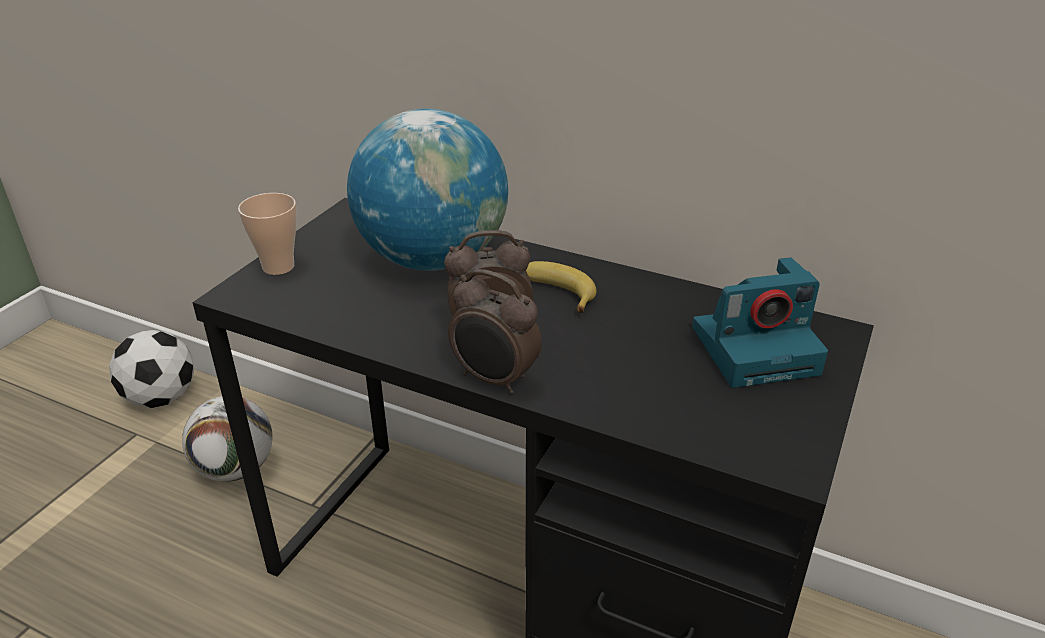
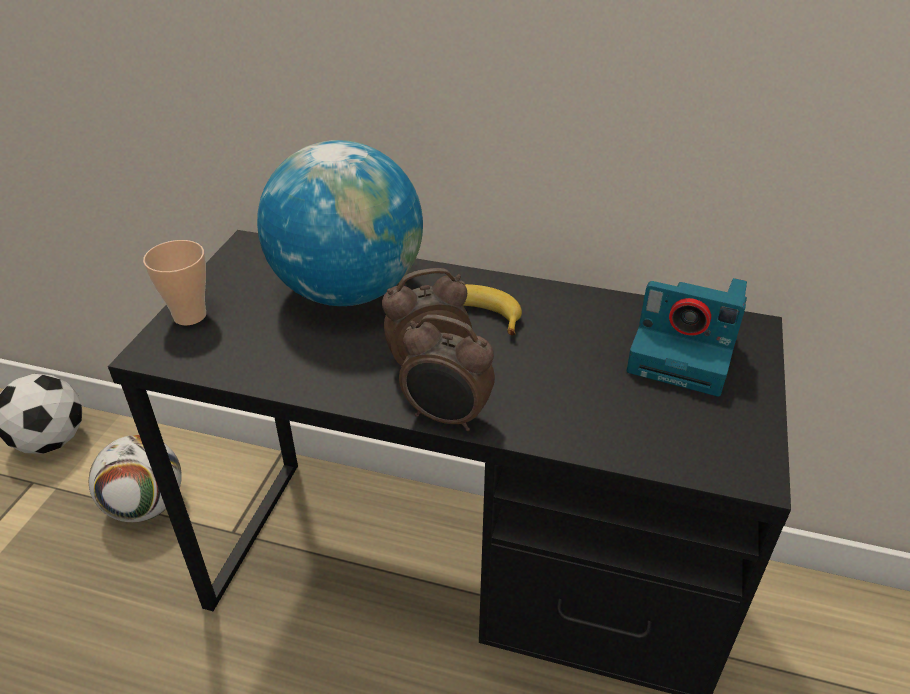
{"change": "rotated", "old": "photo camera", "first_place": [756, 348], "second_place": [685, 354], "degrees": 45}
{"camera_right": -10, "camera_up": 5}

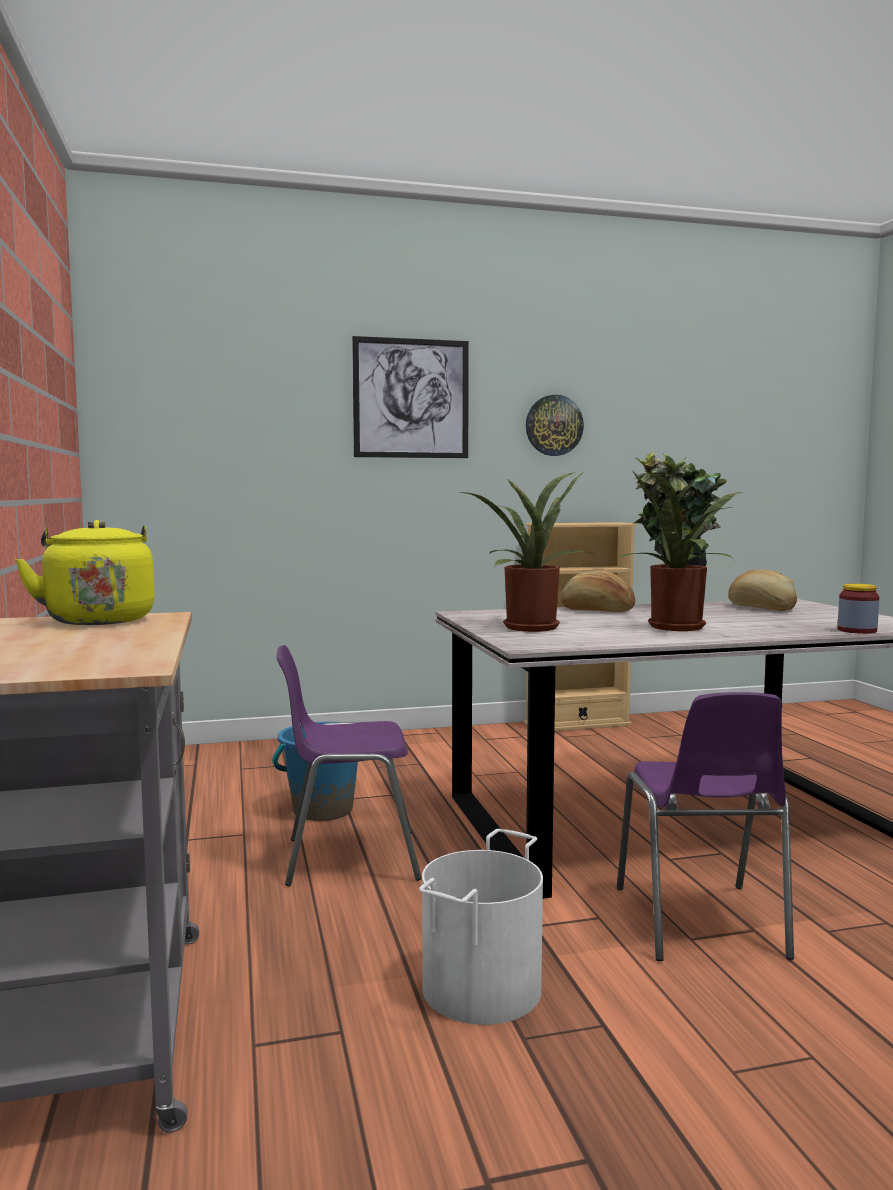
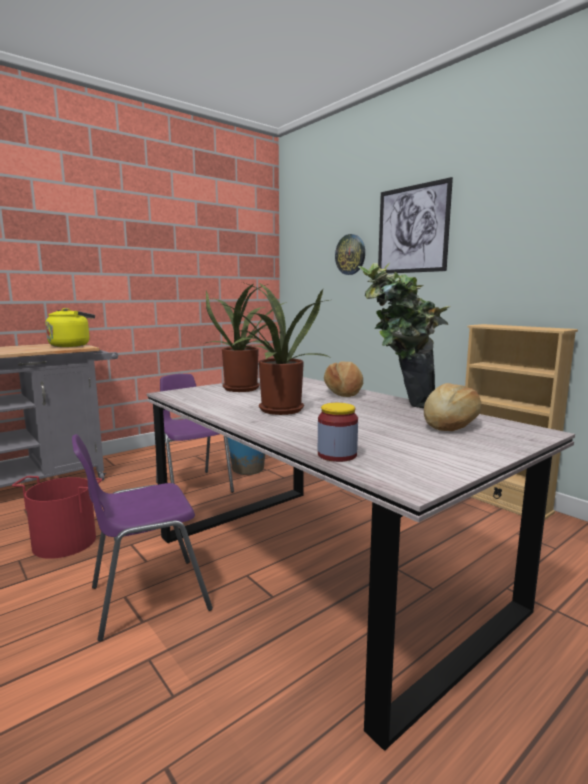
{"change": "repainted", "old": "white bucket", "new": "red bucket", "first_place": [479, 987], "second_place": [65, 542]}
{"change": "shifted", "old": "wall clock", "first_place": [554, 425], "second_place": [350, 254]}
{"camera_right": 65, "camera_up": 5}

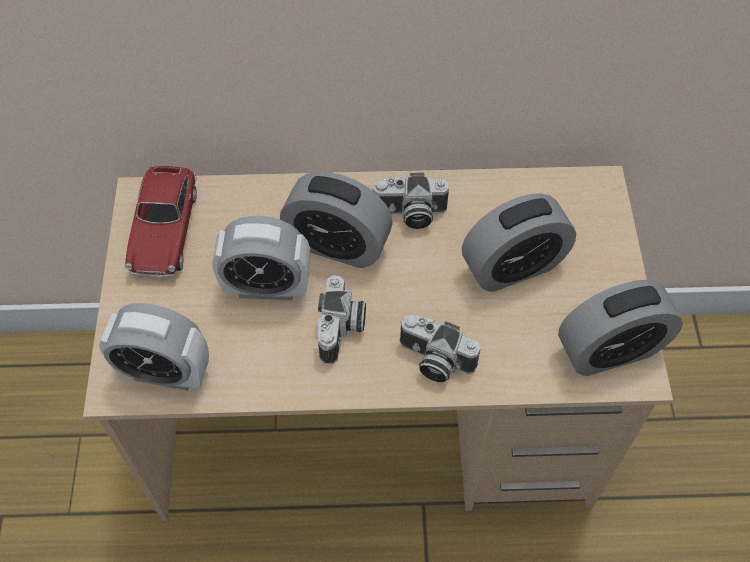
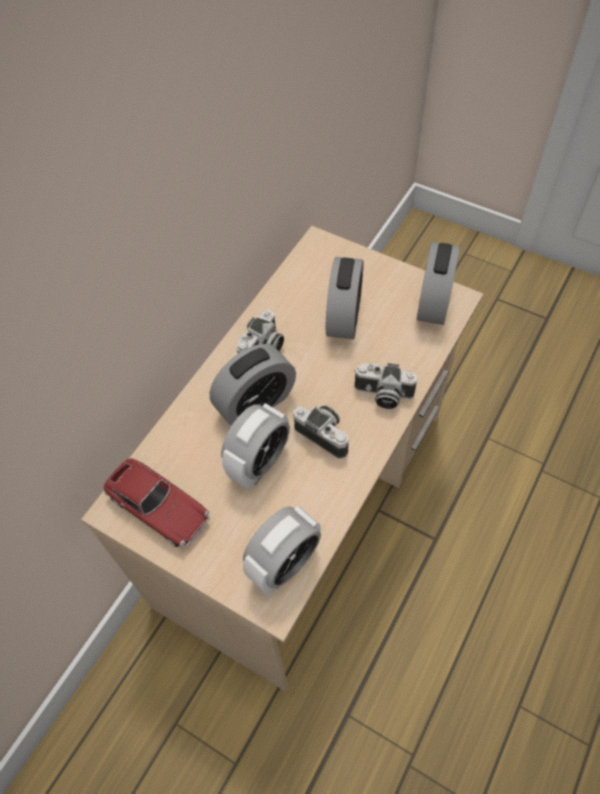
{"change": "rotated", "old": "photo camera", "first_place": [433, 360], "second_place": [382, 395], "degrees": 45}
{"camera_right": -55, "camera_up": 0}

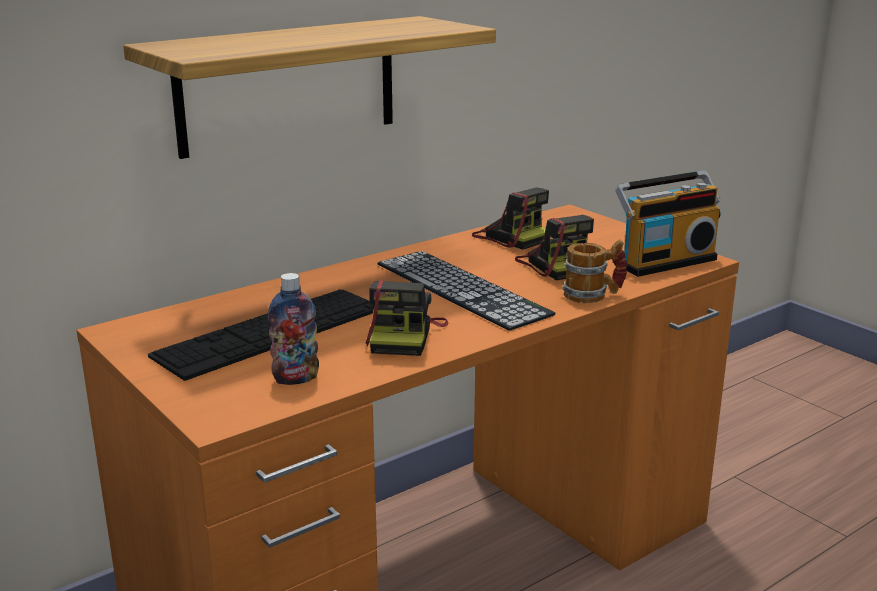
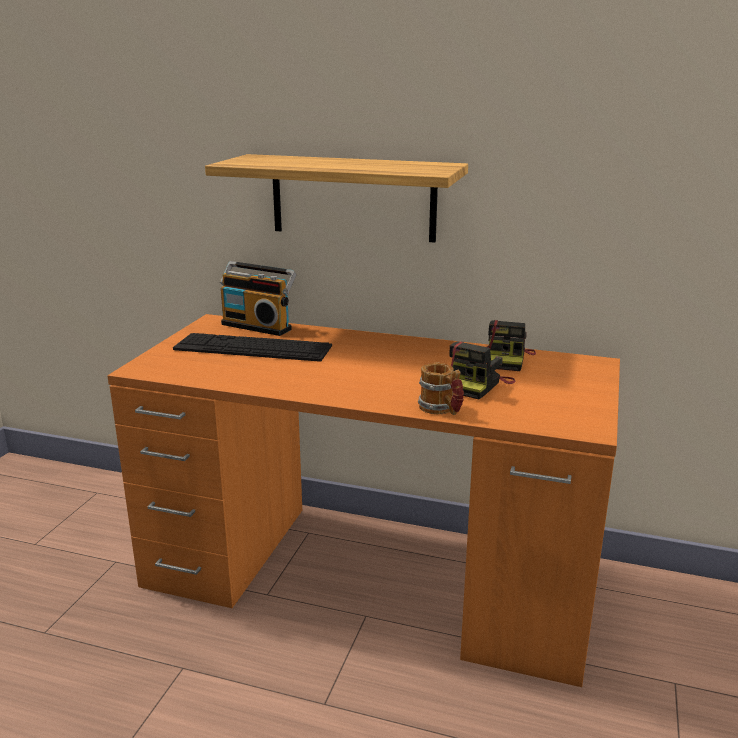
{"change": "gone", "old": "bottle", "first_place": [296, 378]}
{"change": "gone", "old": "photo camera", "first_place": [404, 336]}
{"change": "gone", "old": "keyboard", "first_place": [461, 288]}
{"change": "shifted", "old": "radio", "first_place": [665, 262], "second_place": [258, 326]}
{"camera_right": 55, "camera_up": 0}

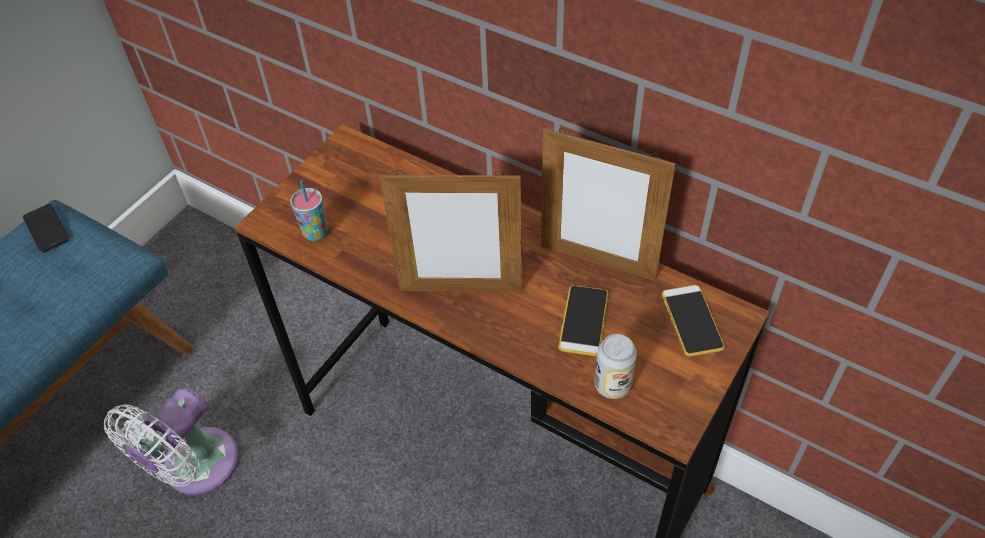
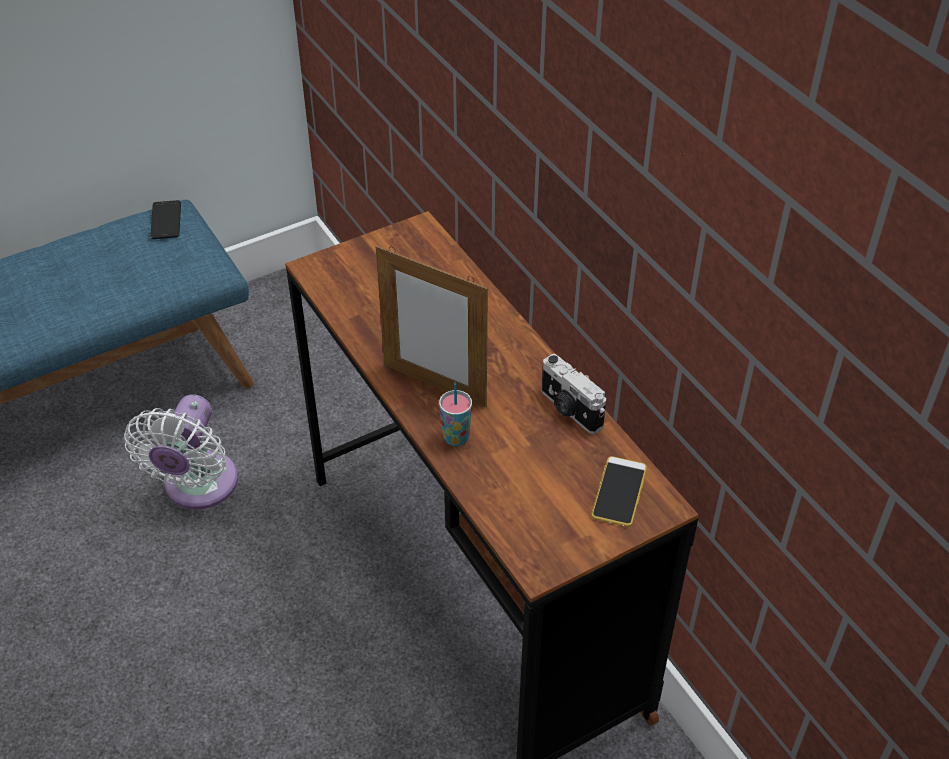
{"change": "rotated", "old": "white fan", "first_place": [195, 468], "second_place": [198, 487], "degrees": -45}
{"change": "shifted", "old": "cup", "first_place": [315, 233], "second_place": [456, 438]}
{"change": "swapped", "old": "picture frame", "new": "photo camera", "first_place": [597, 262], "second_place": [569, 410]}
{"change": "gone", "old": "phone", "first_place": [584, 321]}
{"change": "gone", "old": "can", "first_place": [612, 385]}
{"camera_right": 25, "camera_up": -5}

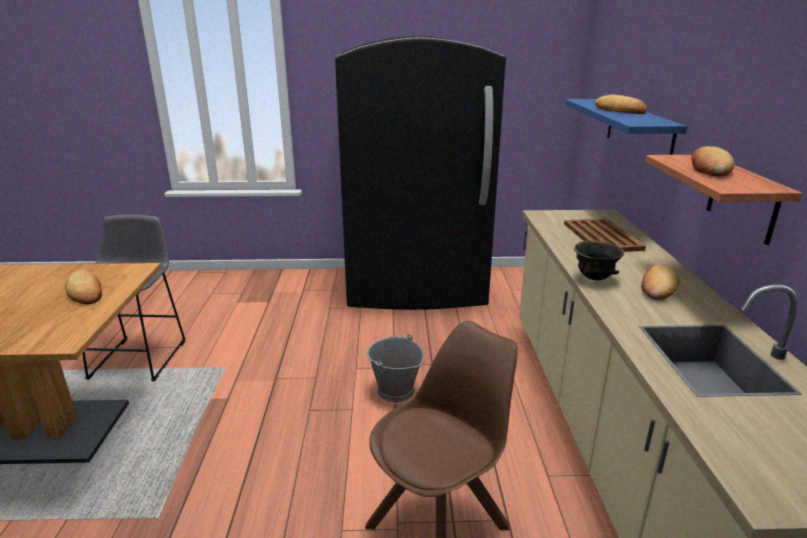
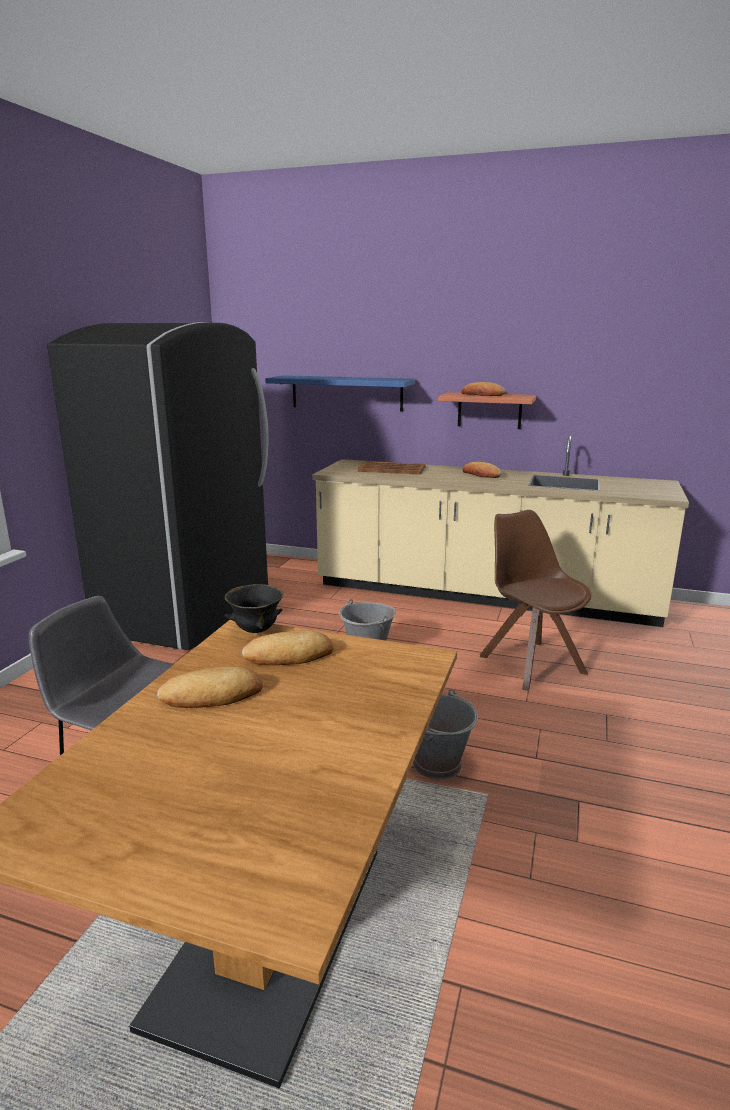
{"change": "shifted", "old": "black bowl", "first_place": [594, 278], "second_place": [255, 631]}
{"change": "shifted", "old": "bread", "first_place": [619, 110], "second_place": [212, 695]}
{"change": "new", "new": "grey bucket", "second_place": [437, 764]}
{"camera_right": -70, "camera_up": -5}

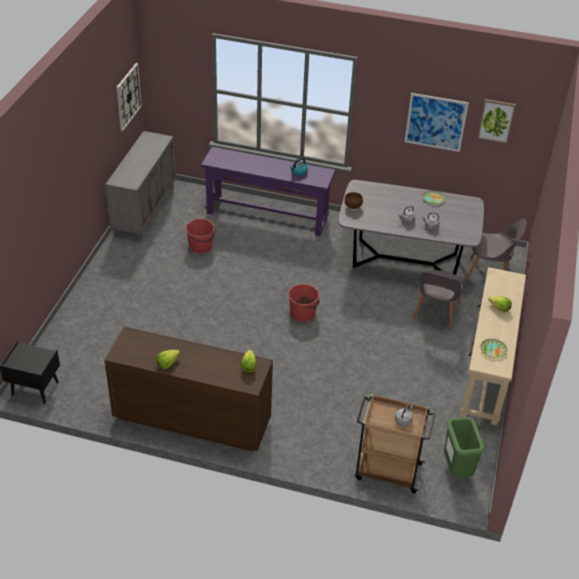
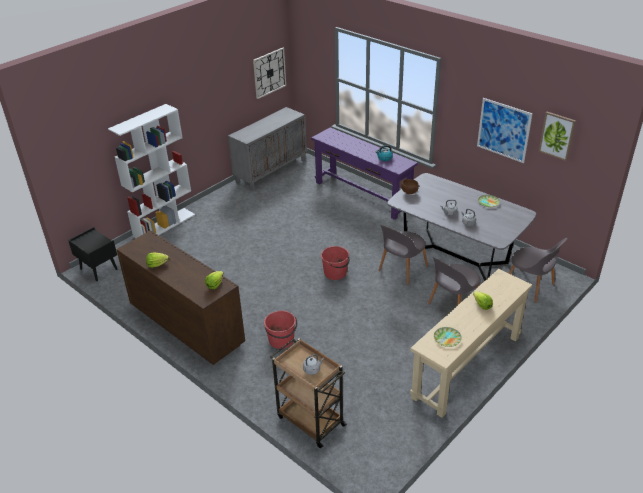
{"change": "shifted", "old": "red bucket", "first_place": [201, 246], "second_place": [281, 340]}
{"change": "gone", "old": "green trash can", "first_place": [456, 469]}
{"change": "new", "new": "white bookcase", "second_place": [164, 225]}
{"change": "new", "new": "grey chair", "second_place": [401, 269]}
{"camera_right": 30, "camera_up": -5}

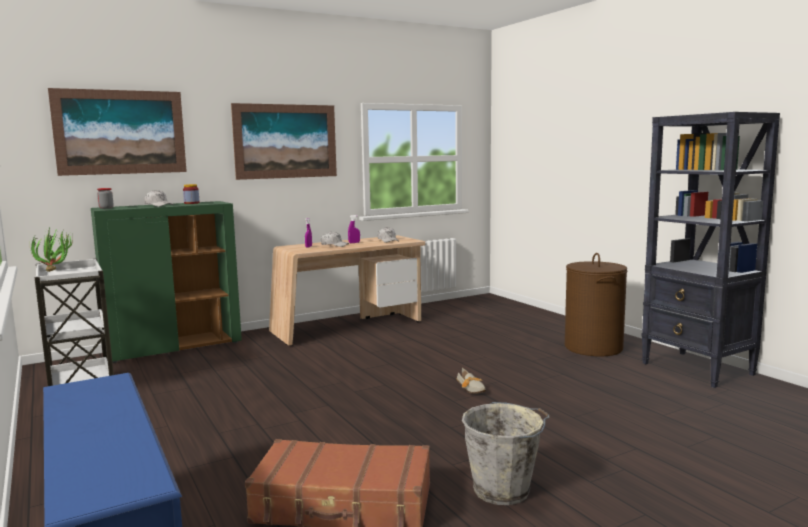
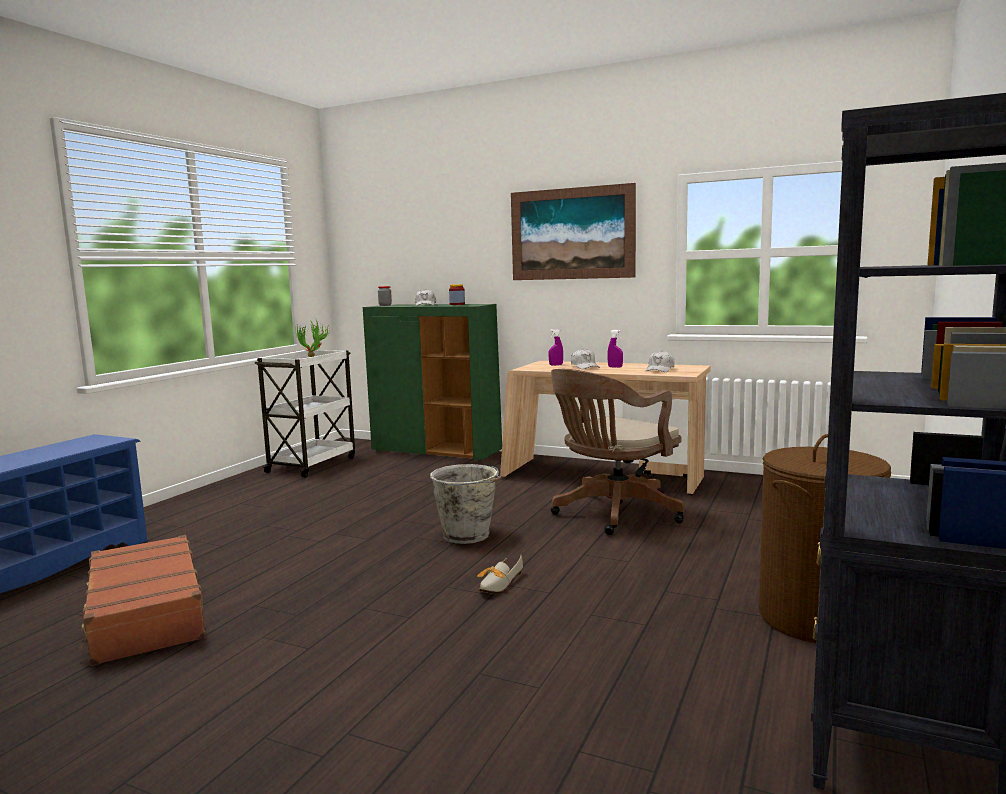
{"change": "gone", "old": "picture", "first_place": [120, 132]}
{"change": "shifted", "old": "grey bucket", "first_place": [504, 490], "second_place": [468, 535]}
{"change": "new", "new": "brown office chair", "second_place": [613, 514]}
{"camera_right": 55, "camera_up": 0}

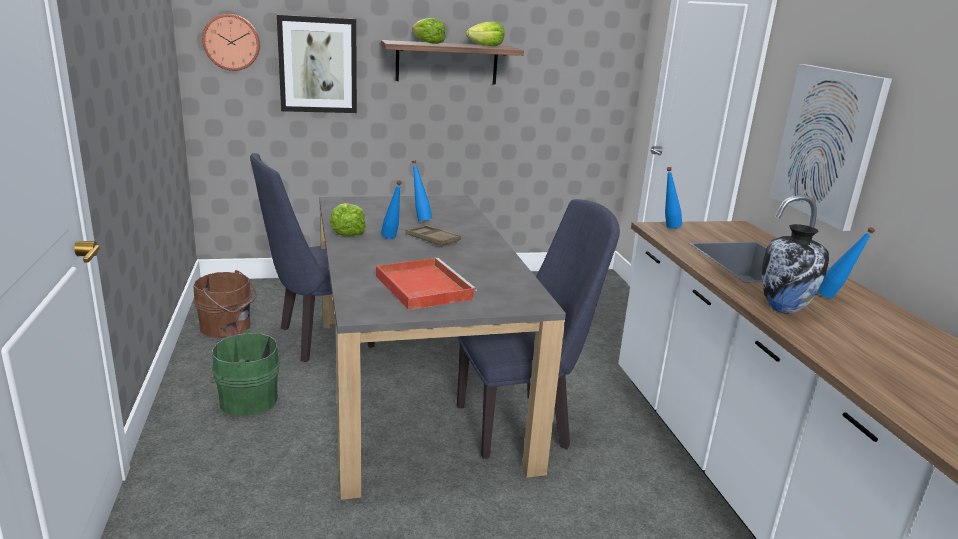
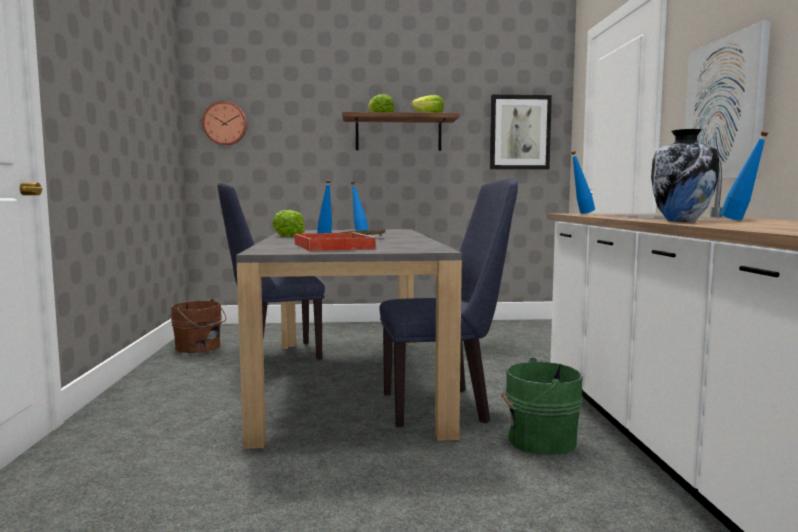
{"change": "shifted", "old": "green bucket", "first_place": [245, 400], "second_place": [538, 440]}
{"change": "shifted", "old": "picture", "first_place": [318, 65], "second_place": [519, 132]}
{"camera_right": 10, "camera_up": -15}

